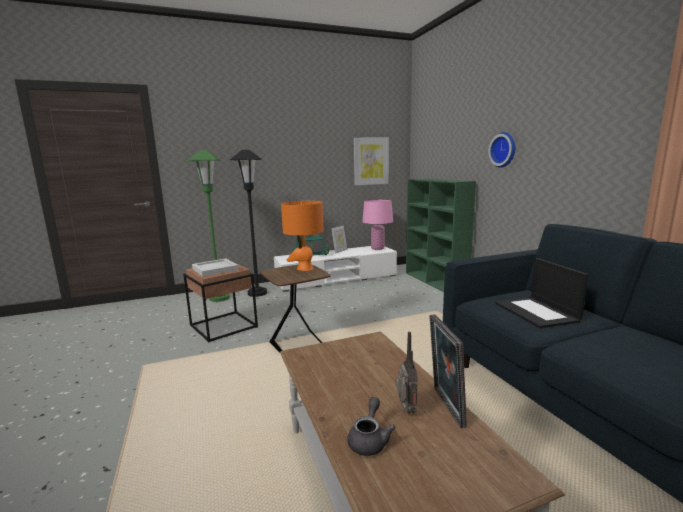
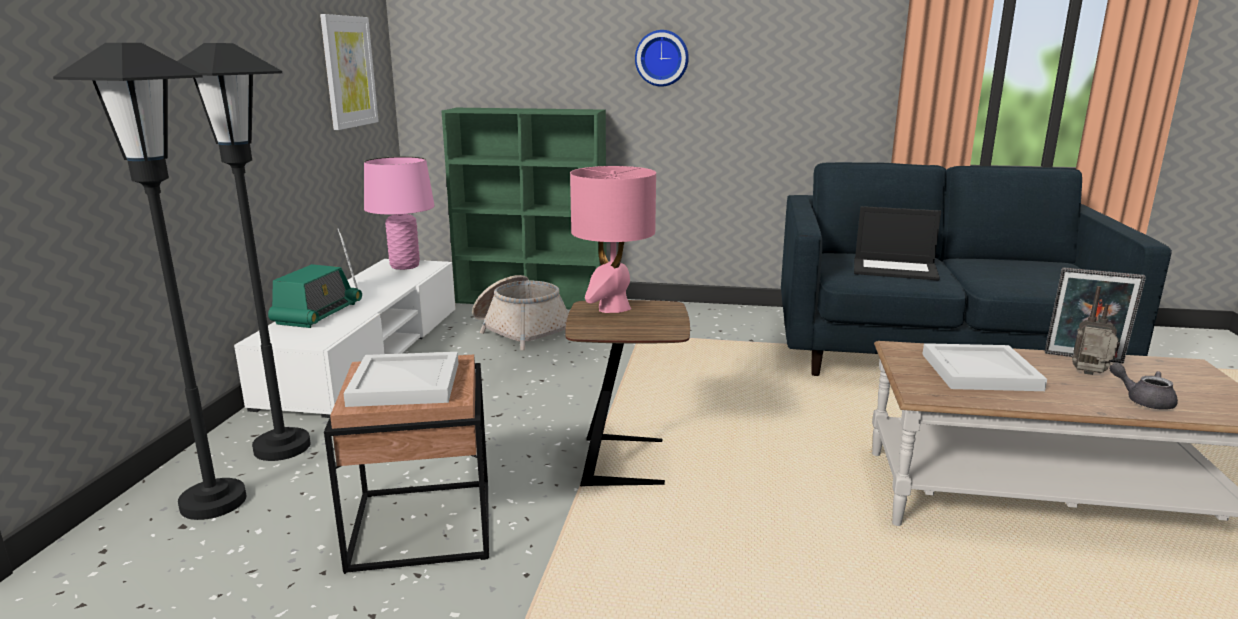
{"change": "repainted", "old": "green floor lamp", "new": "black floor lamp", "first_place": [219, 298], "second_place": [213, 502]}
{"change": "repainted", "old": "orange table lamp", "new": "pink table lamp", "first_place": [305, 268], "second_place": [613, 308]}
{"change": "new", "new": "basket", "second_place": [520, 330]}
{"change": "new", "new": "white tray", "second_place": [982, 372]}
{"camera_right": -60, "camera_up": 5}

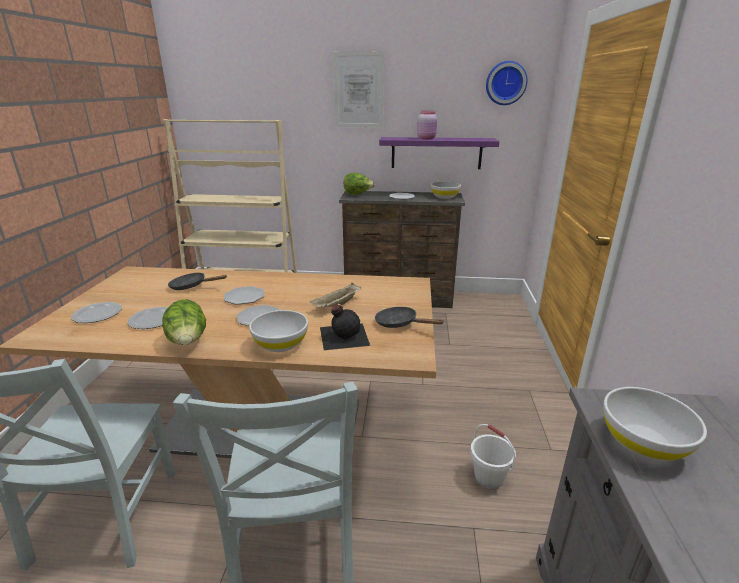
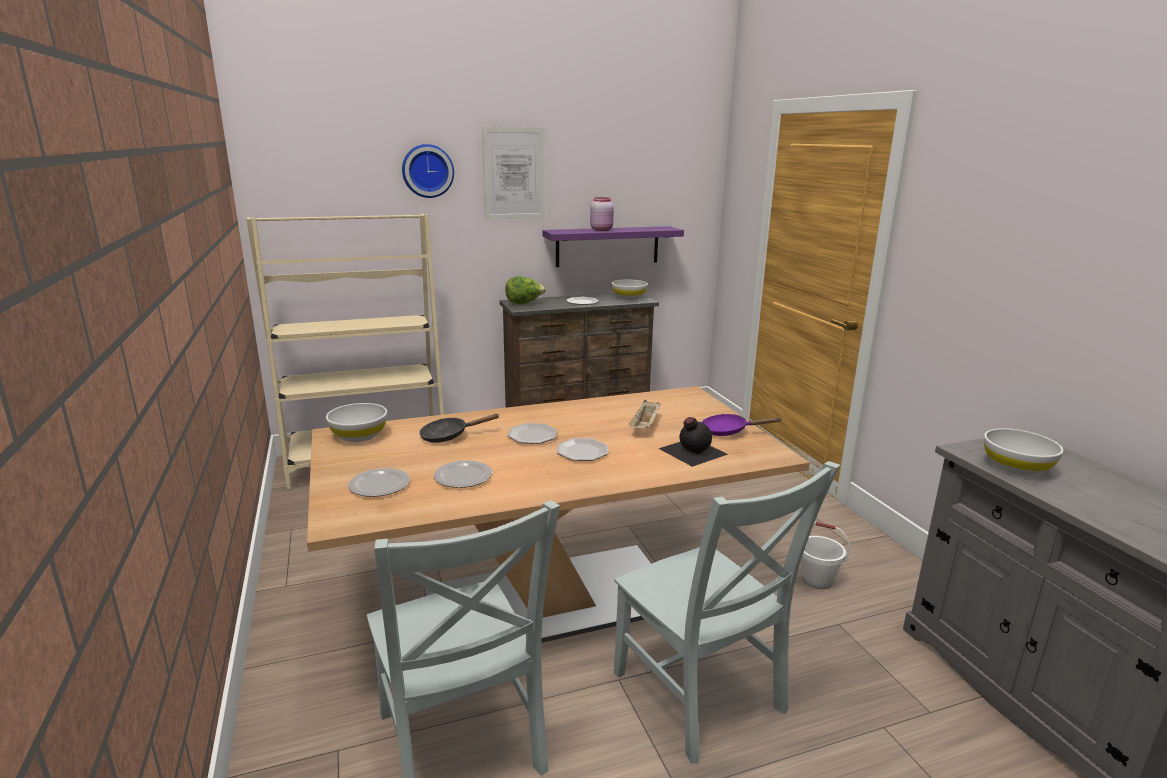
{"change": "gone", "old": "lettuce", "first_place": [188, 342]}
{"change": "shifted", "old": "white bowl", "first_place": [280, 344], "second_place": [359, 436]}
{"change": "repainted", "old": "black frying pan", "new": "purple frying pan", "first_place": [400, 324], "second_place": [728, 431]}
{"change": "shifted", "old": "wall clock", "first_place": [505, 83], "second_place": [427, 171]}
{"camera_right": -25, "camera_up": -5}

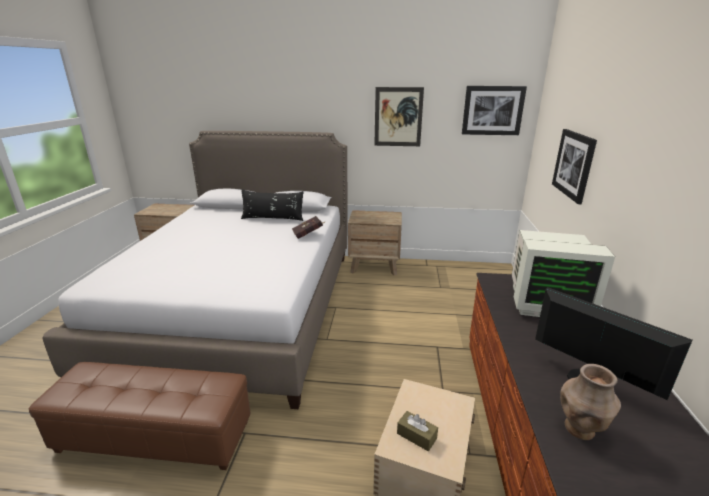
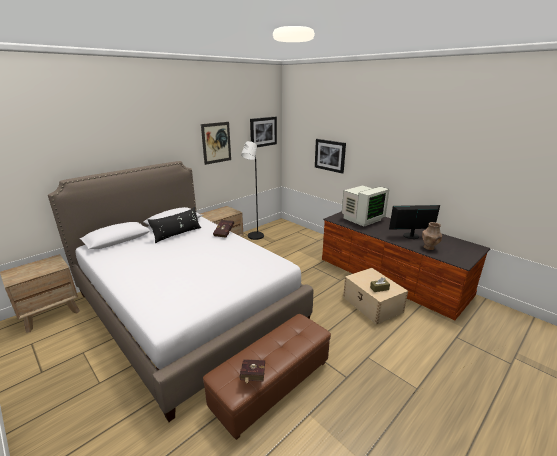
{"change": "new", "new": "red book", "second_place": [252, 378]}
{"change": "new", "new": "black floor lamp", "second_place": [254, 237]}
{"camera_right": -50, "camera_up": 0}

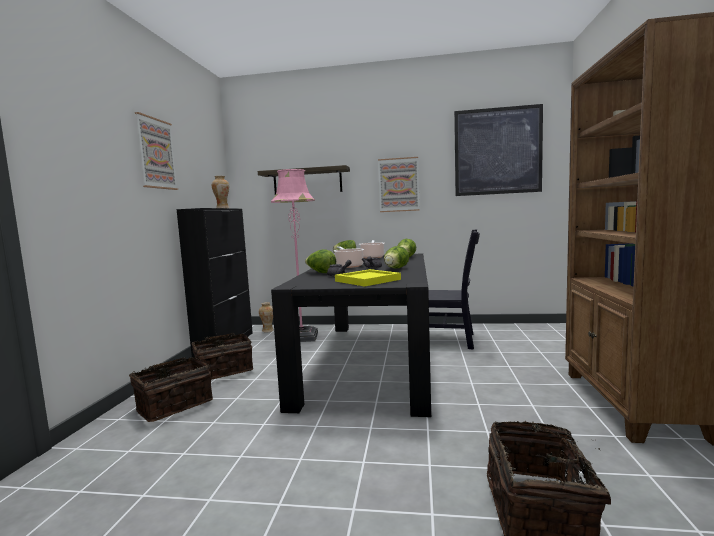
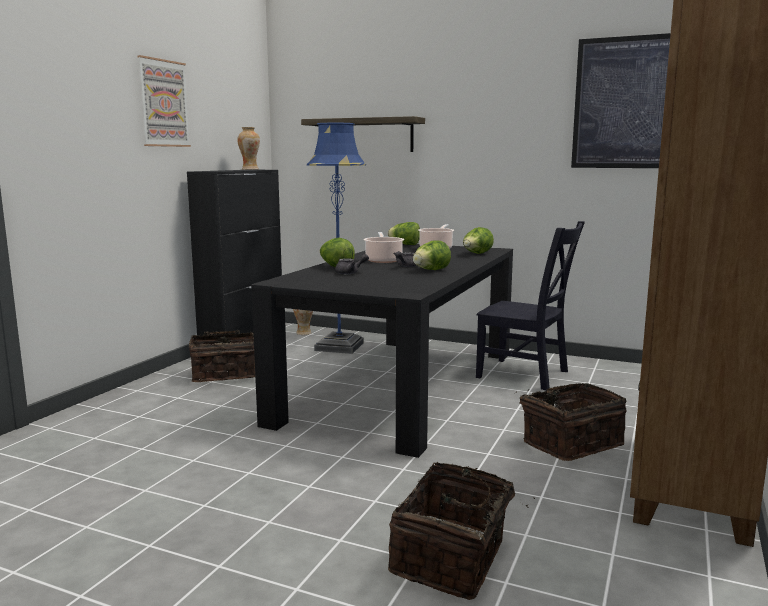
{"change": "shifted", "old": "basket", "first_place": [173, 405], "second_place": [570, 443]}
{"change": "repainted", "old": "pink floor lamp", "new": "blue floor lamp", "first_place": [302, 337], "second_place": [339, 347]}
{"change": "gone", "old": "yellow tray", "first_place": [366, 280]}
{"change": "gone", "old": "picture", "first_place": [398, 185]}
{"camera_right": 15, "camera_up": 5}

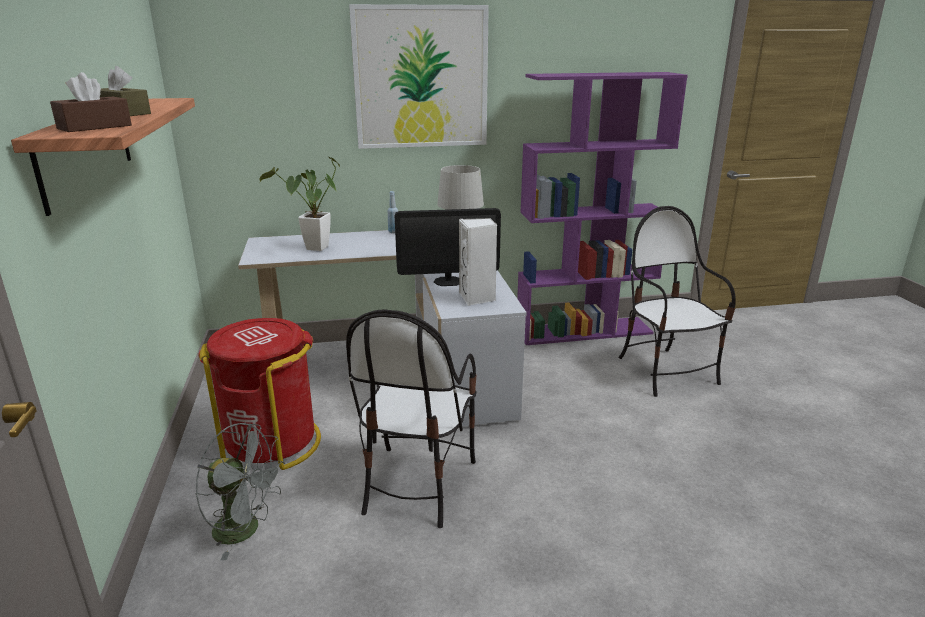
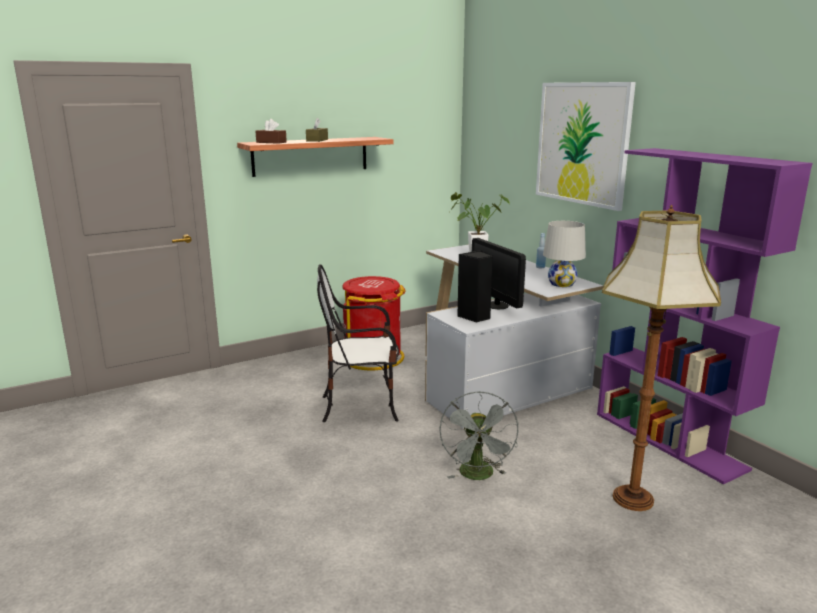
{"change": "shifted", "old": "grey fan", "first_place": [246, 530], "second_place": [478, 476]}
{"change": "repainted", "old": "white speaker", "new": "black speaker", "first_place": [477, 298], "second_place": [474, 317]}
{"change": "swapped", "old": "chair", "new": "floor lamp", "first_place": [666, 372], "second_place": [633, 498]}
{"camera_right": 70, "camera_up": -5}

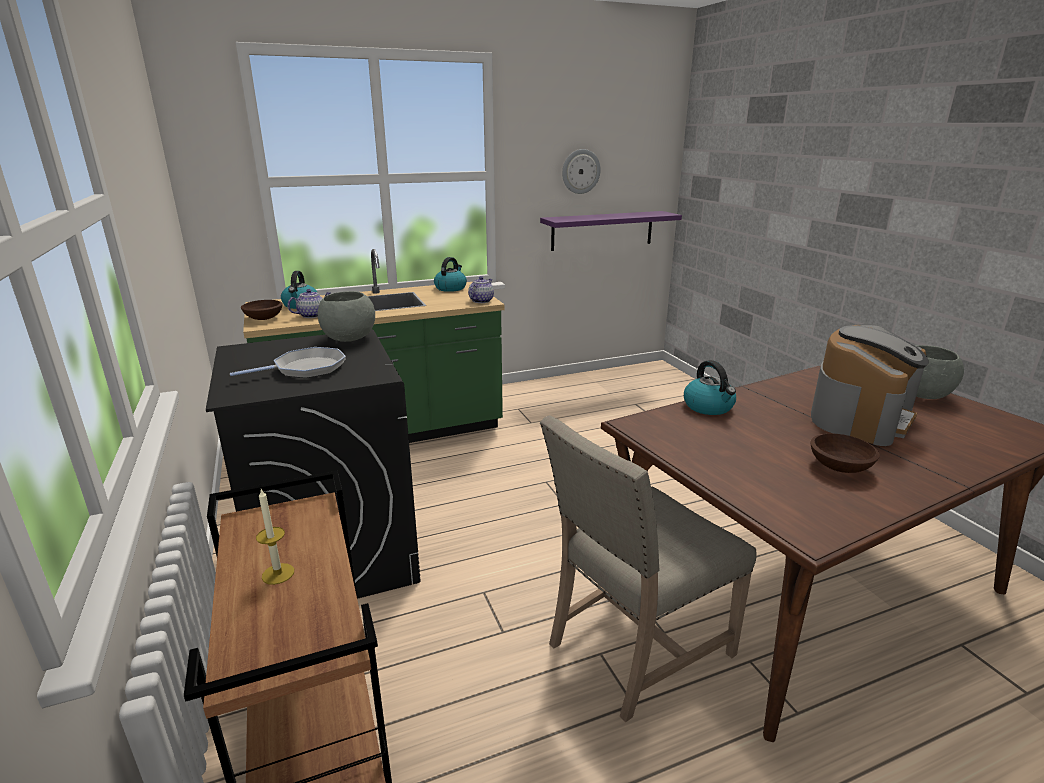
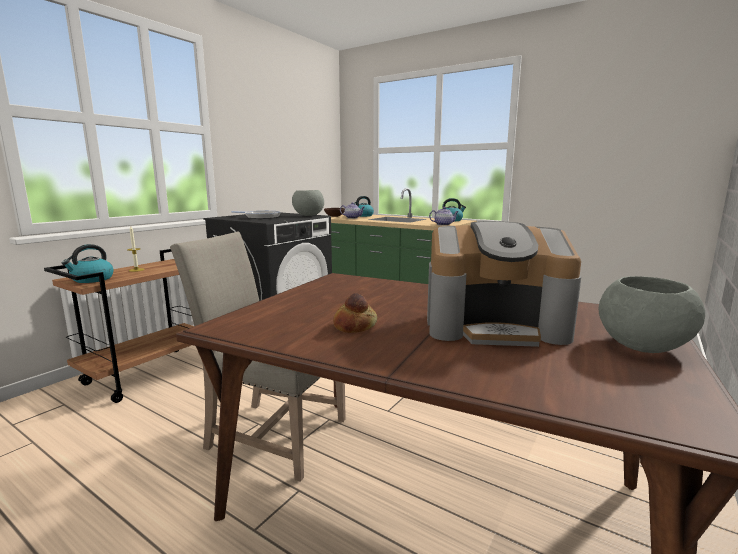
{"change": "gone", "old": "purple shelf", "first_place": [602, 230]}
{"change": "gone", "old": "wall clock", "first_place": [580, 171]}
{"change": "shifted", "old": "kettle", "first_place": [709, 407], "second_place": [92, 279]}
{"change": "swapped", "old": "brown bowl", "new": "bread", "first_place": [839, 466], "second_place": [355, 326]}
{"camera_right": 55, "camera_up": -10}

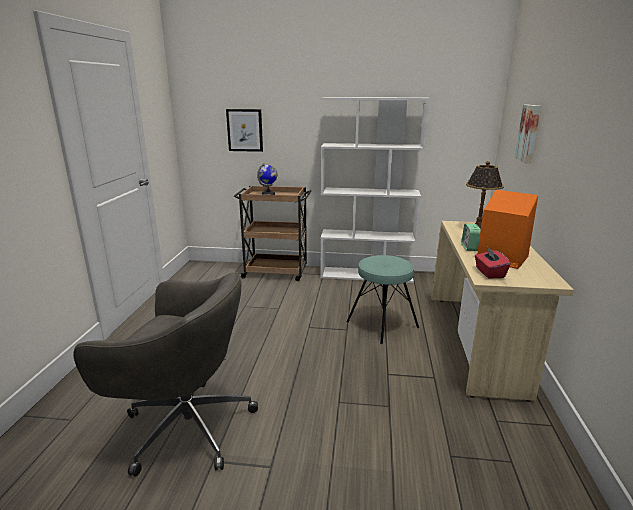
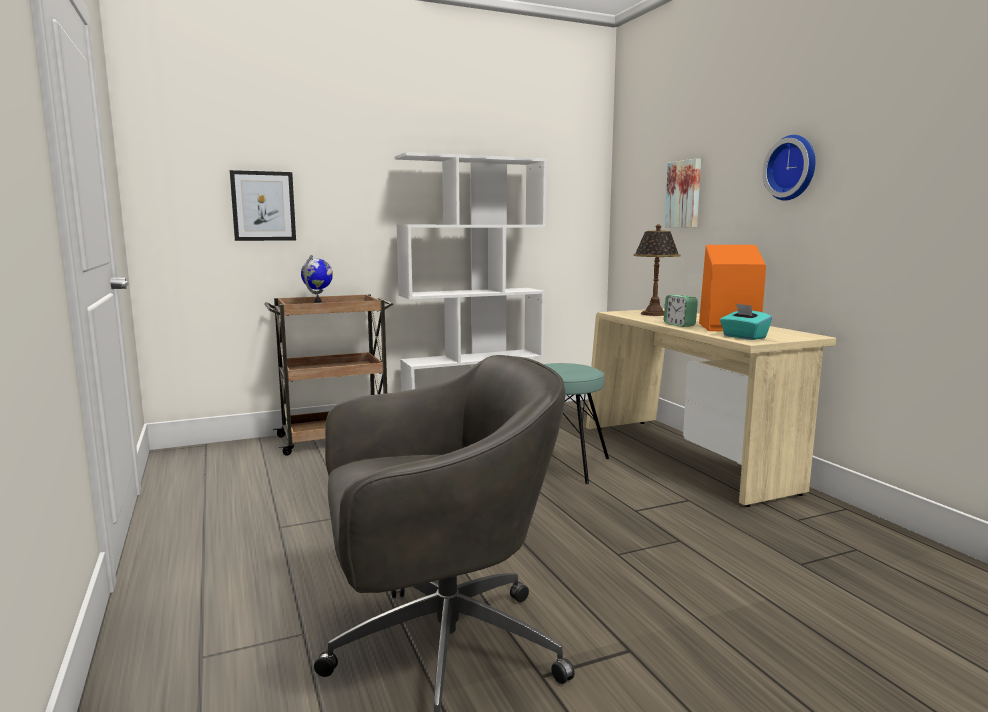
{"change": "repainted", "old": "red tissue box", "new": "turquoise tissue box", "first_place": [489, 273], "second_place": [744, 337]}
{"change": "new", "new": "wall clock", "second_place": [793, 168]}
{"camera_right": -30, "camera_up": -10}

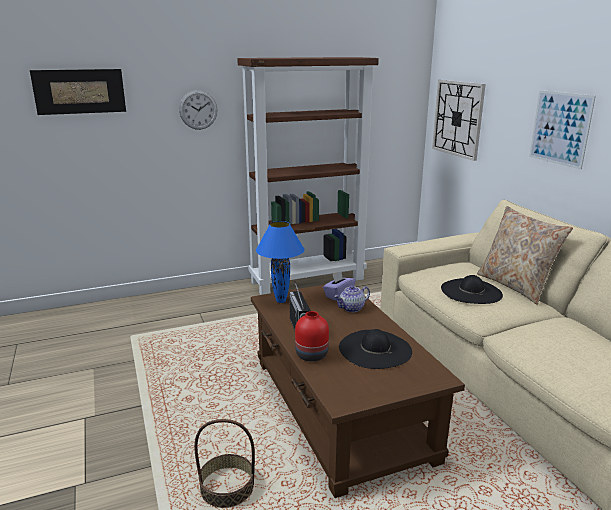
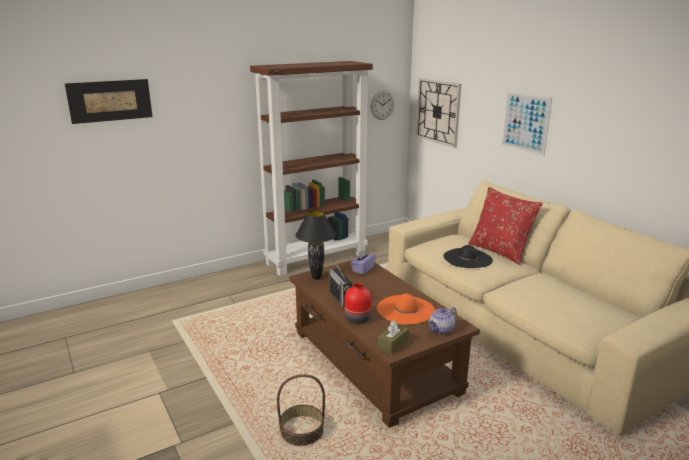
{"change": "shifted", "old": "wall clock", "first_place": [198, 110], "second_place": [382, 105]}
{"change": "repainted", "old": "blue table lamp", "new": "black table lamp", "first_place": [281, 301], "second_place": [316, 278]}
{"change": "shifted", "old": "teapot", "first_place": [351, 308], "second_place": [441, 330]}
{"change": "repainted", "old": "black hat", "new": "orange hat", "first_place": [375, 349], "second_place": [405, 310]}
{"change": "repainted", "old": "beige pillow", "new": "red pillow", "first_place": [515, 286], "second_place": [500, 251]}
{"change": "new", "new": "brown tissue box", "second_place": [393, 344]}
{"camera_right": -10, "camera_up": 0}

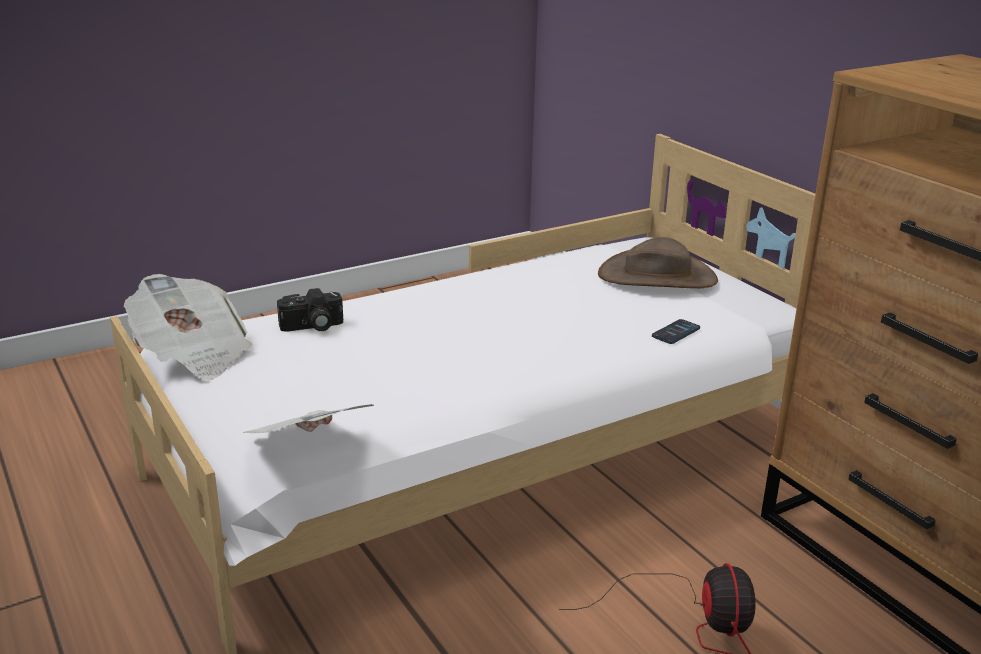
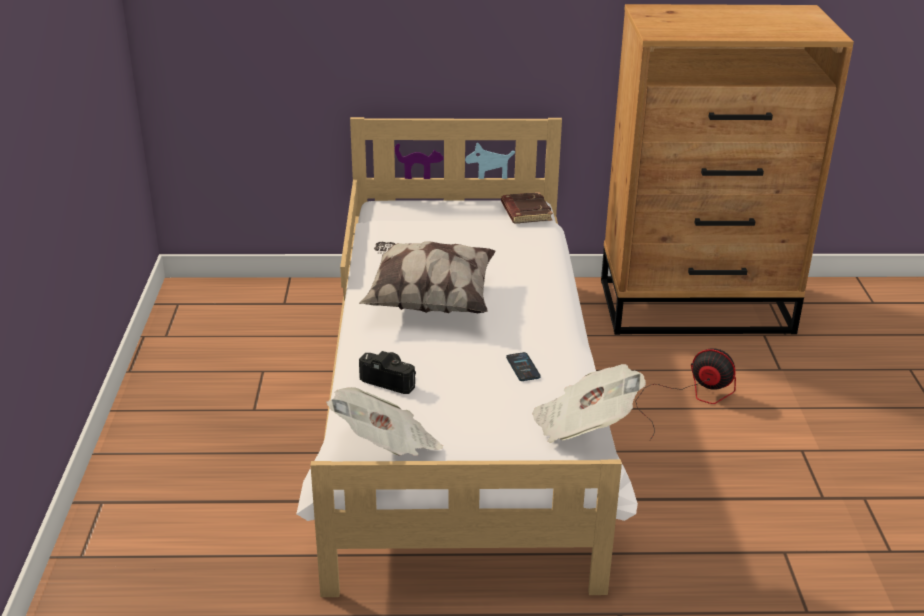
{"change": "rotated", "old": "photo camera", "first_place": [312, 327], "second_place": [390, 379], "degrees": -75}
{"change": "gone", "old": "brown hat", "first_place": [657, 277]}
{"change": "shifted", "old": "phone", "first_place": [676, 332], "second_place": [523, 367]}
{"change": "new", "new": "pillow", "second_place": [429, 300]}
{"change": "new", "new": "brown book", "second_place": [525, 212]}
{"camera_right": -60, "camera_up": 5}

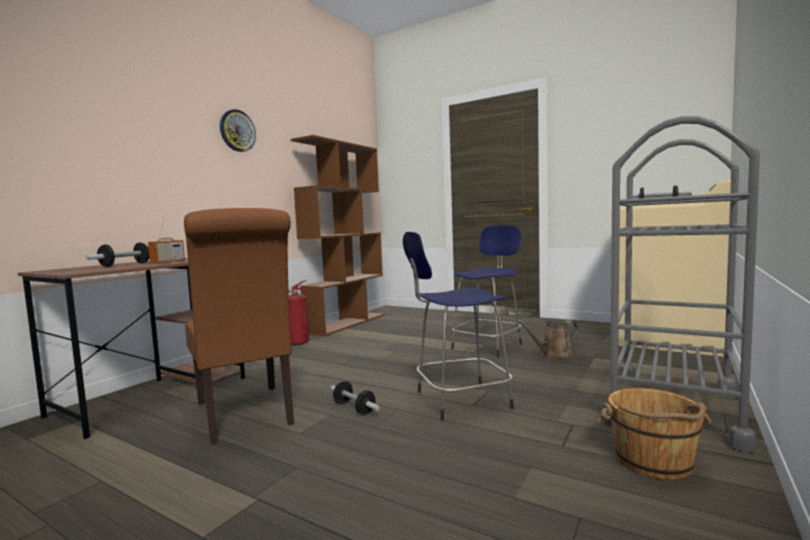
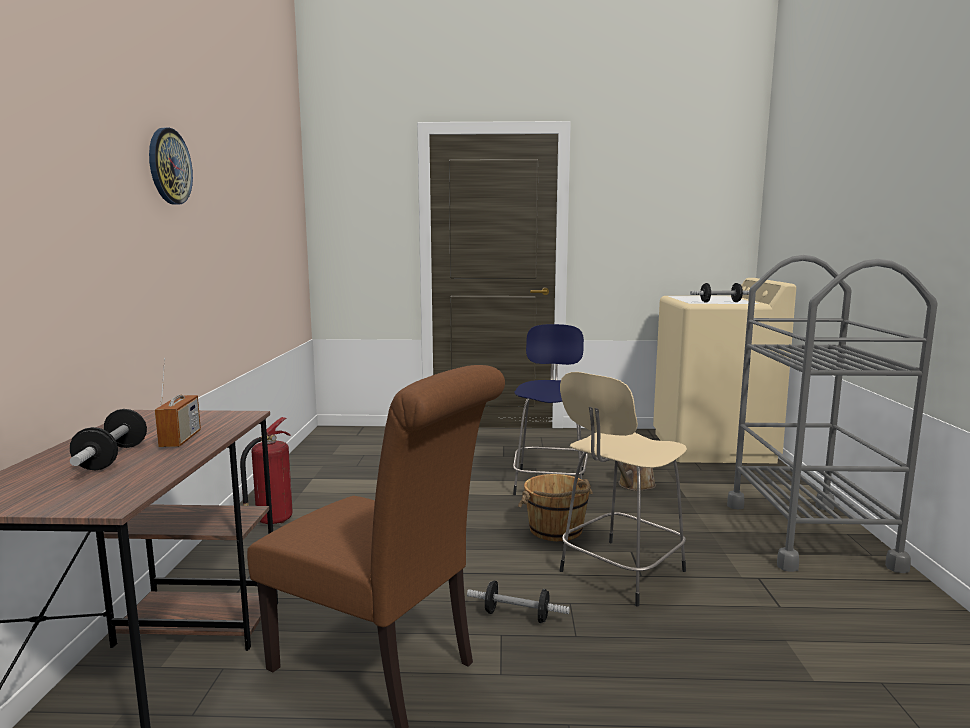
{"change": "gone", "old": "brown bookcase", "first_place": [346, 323]}
{"change": "repainted", "old": "blue stool", "new": "beige stool", "first_place": [459, 400], "second_place": [619, 573]}
{"change": "shifted", "old": "brown bucket", "first_place": [653, 461], "second_place": [556, 530]}
{"camera_right": -30, "camera_up": 5}

